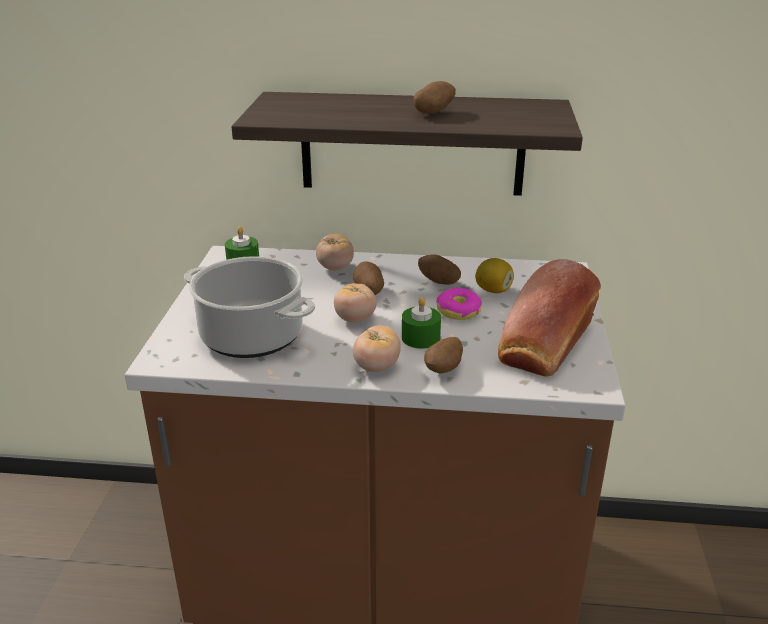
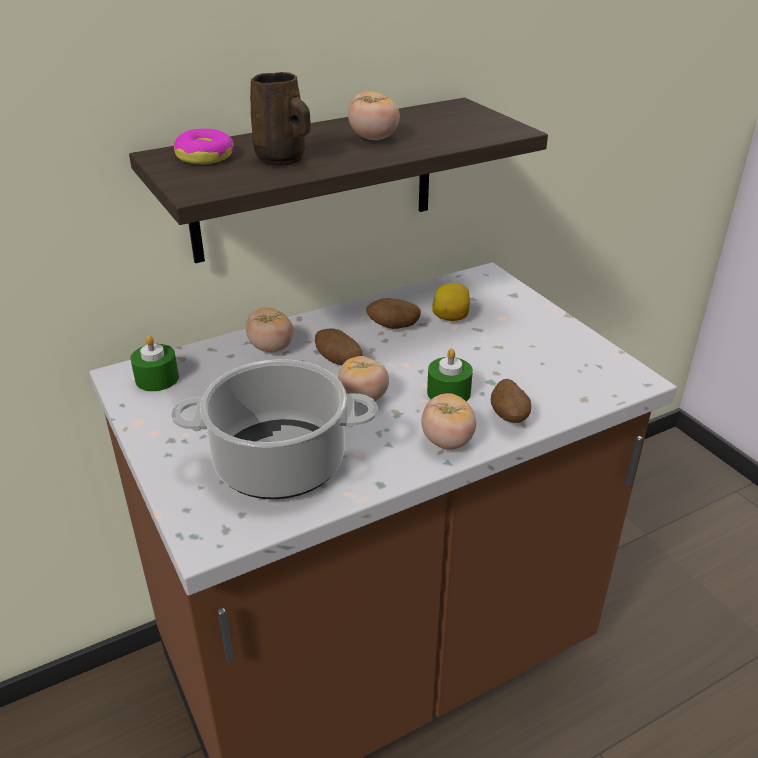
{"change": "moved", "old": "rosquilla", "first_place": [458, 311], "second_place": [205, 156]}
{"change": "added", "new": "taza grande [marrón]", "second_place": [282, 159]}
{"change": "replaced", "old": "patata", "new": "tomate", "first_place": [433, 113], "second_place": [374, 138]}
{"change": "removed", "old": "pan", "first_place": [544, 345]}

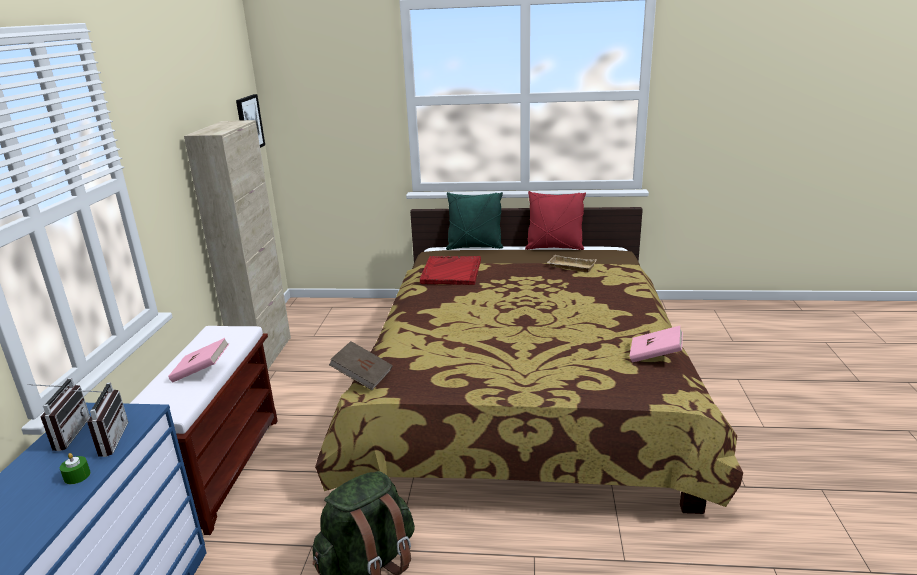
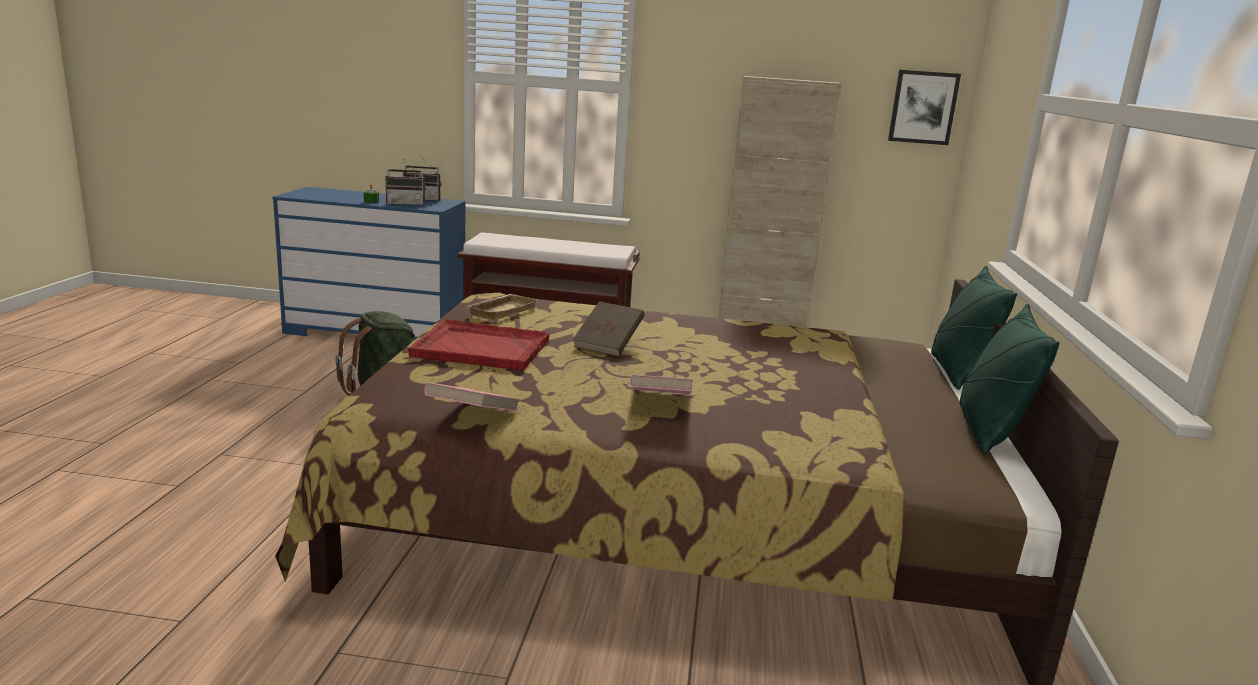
{"change": "moved", "old": "bandeja [rojo]", "first_place": [451, 272], "second_place": [480, 347]}
{"change": "moved", "old": "bandeja [beis]", "first_place": [570, 267], "second_place": [501, 311]}
{"change": "moved", "old": "libro [marrón]", "first_place": [362, 376], "second_place": [608, 344]}
{"change": "moved", "old": "libro [rosa]", "first_place": [202, 372], "second_place": [659, 403]}
{"change": "recoloured", "old": "cojín [rojo]", "new": "cojín [verde]", "first_place": [554, 247], "second_place": [988, 432]}

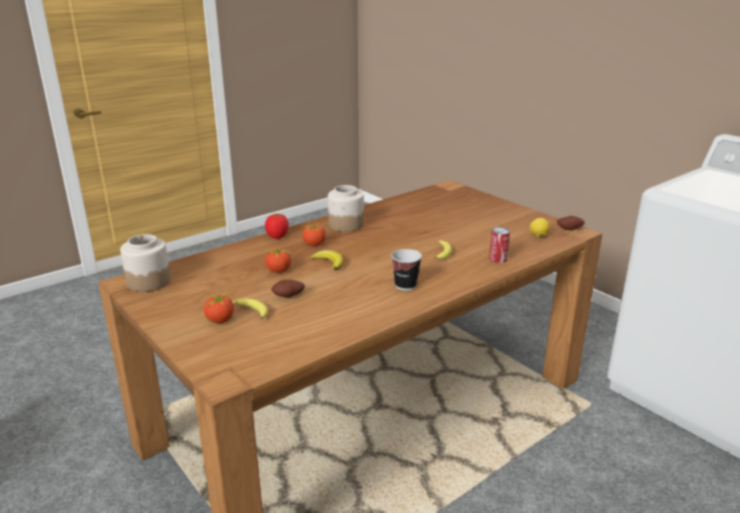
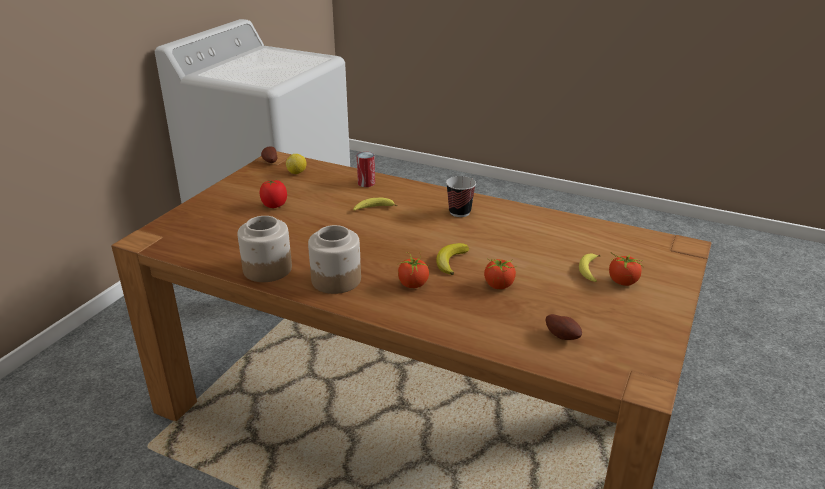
{"change": "moved", "old": "tarro", "first_place": [148, 281], "second_place": [267, 269]}
{"change": "moved", "old": "tomate", "first_place": [277, 236], "second_place": [274, 205]}
{"change": "moved", "old": "patata", "first_place": [288, 297], "second_place": [562, 335]}

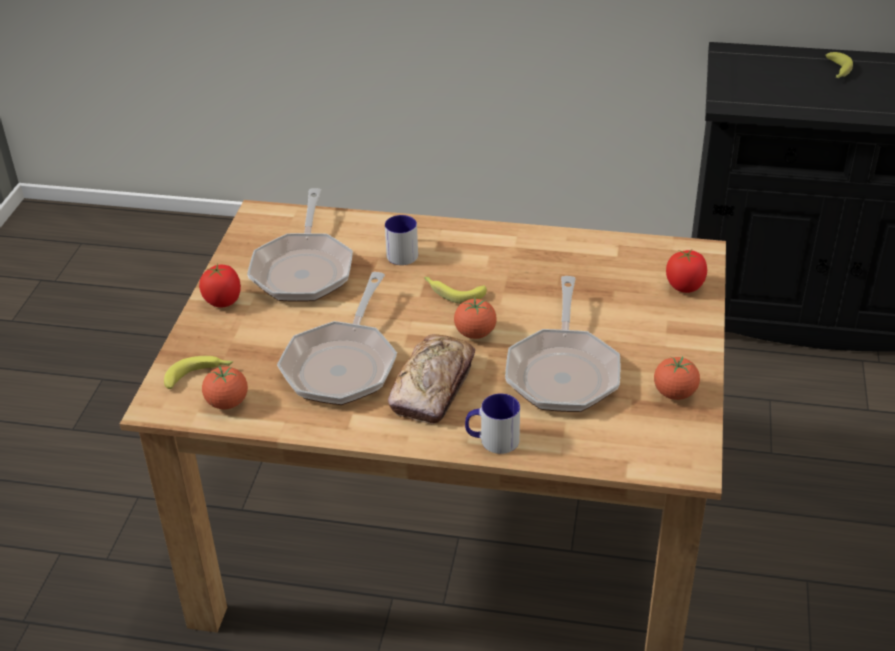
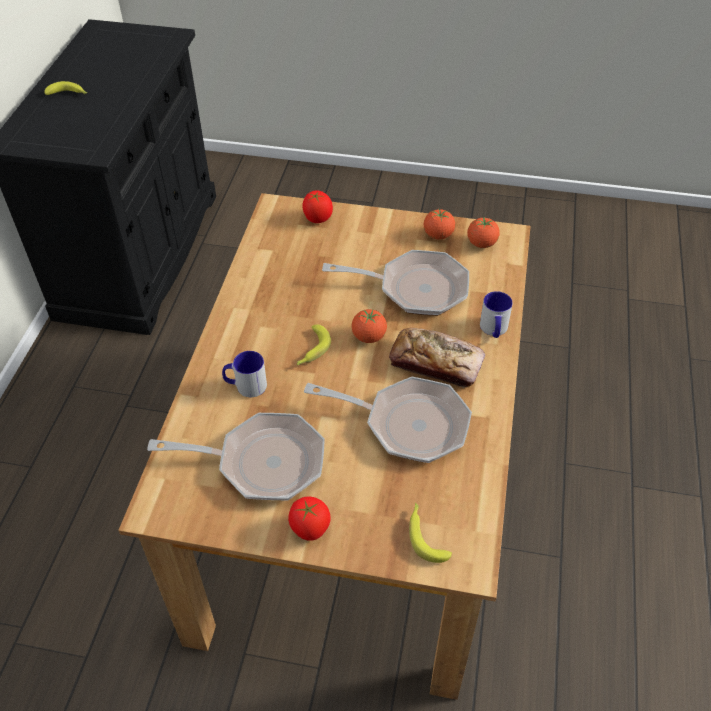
{"change": "moved", "old": "tomate", "first_place": [227, 403], "second_place": [481, 243]}

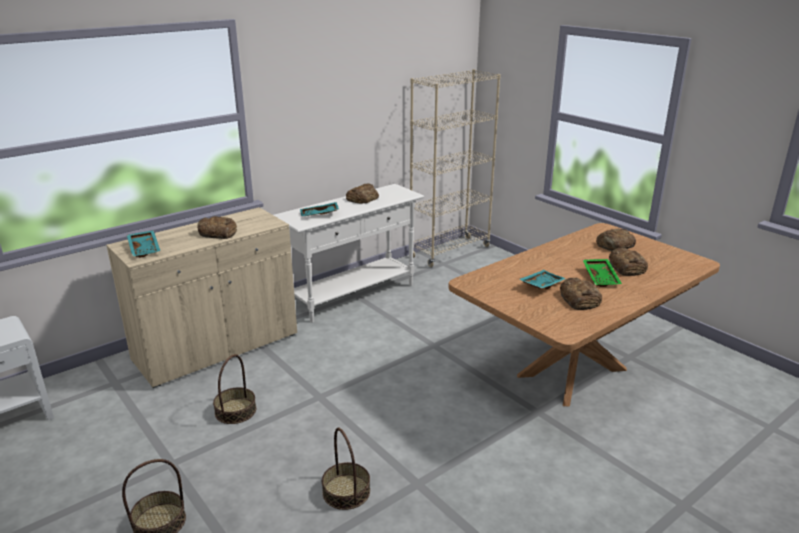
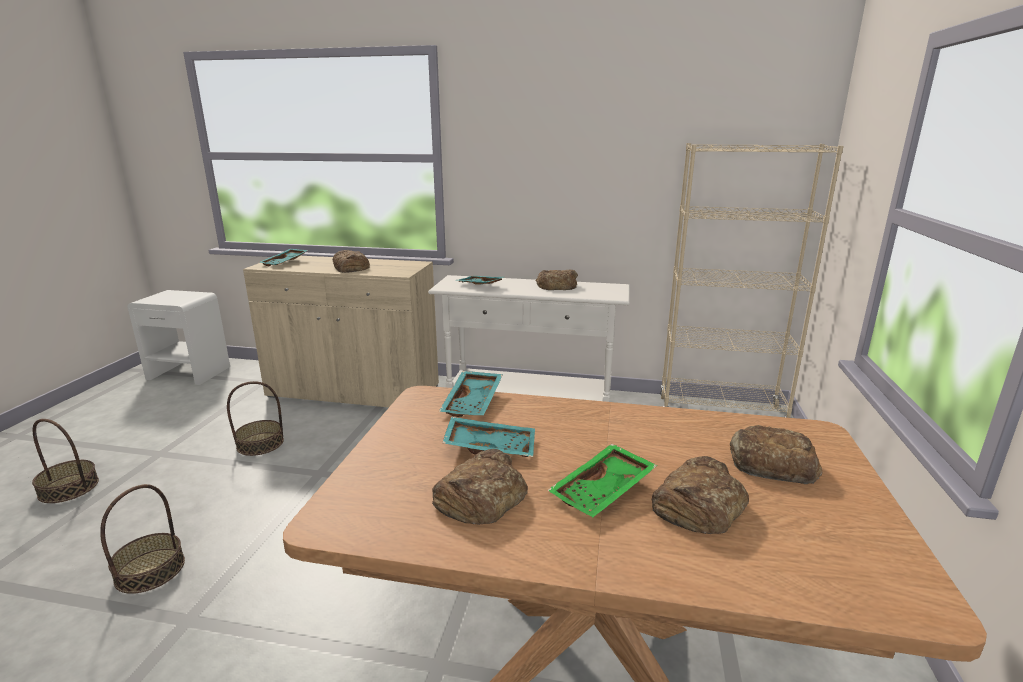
{"change": "added", "new": "bandeja [turquesa]", "second_place": [474, 402]}

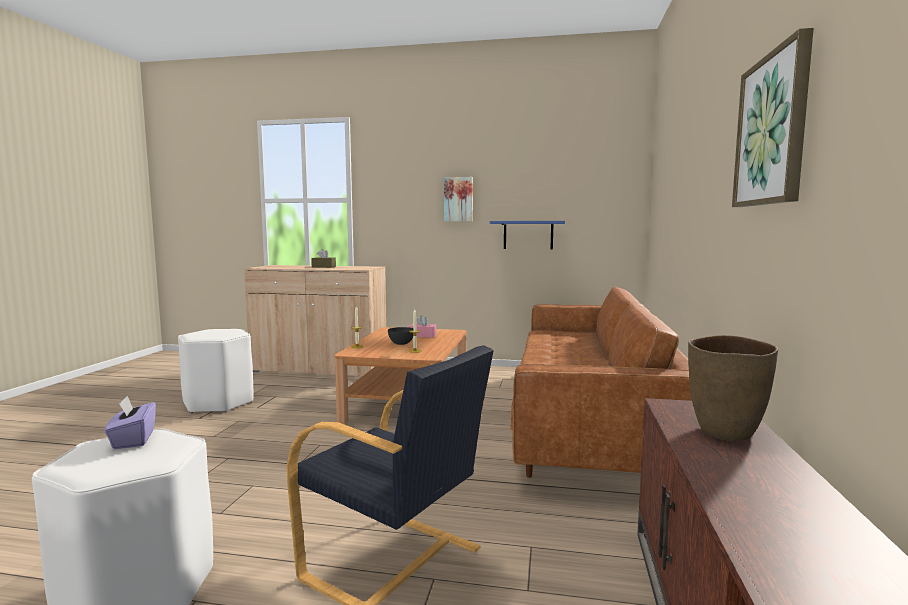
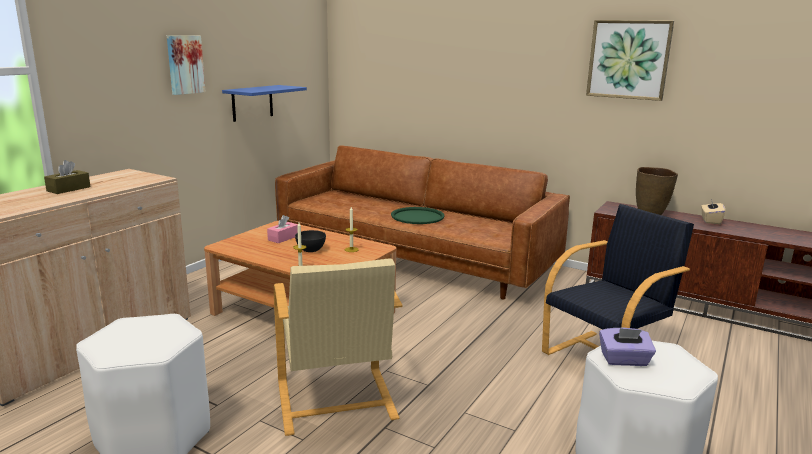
{"change": "added", "new": "sillón [beis]", "second_place": [335, 401]}
{"change": "added", "new": "bandeja [verde]", "second_place": [417, 216]}
{"change": "added", "new": "caja de pañuelos [beis]", "second_place": [710, 220]}

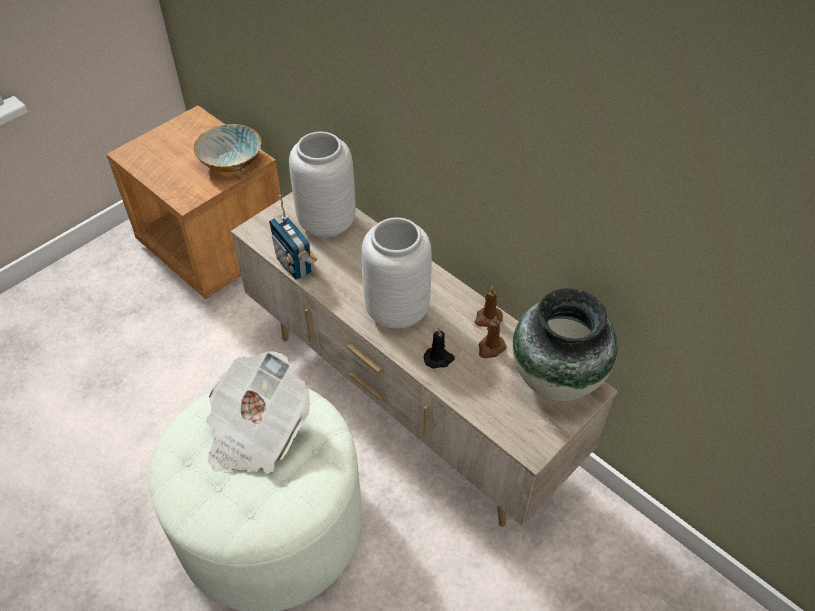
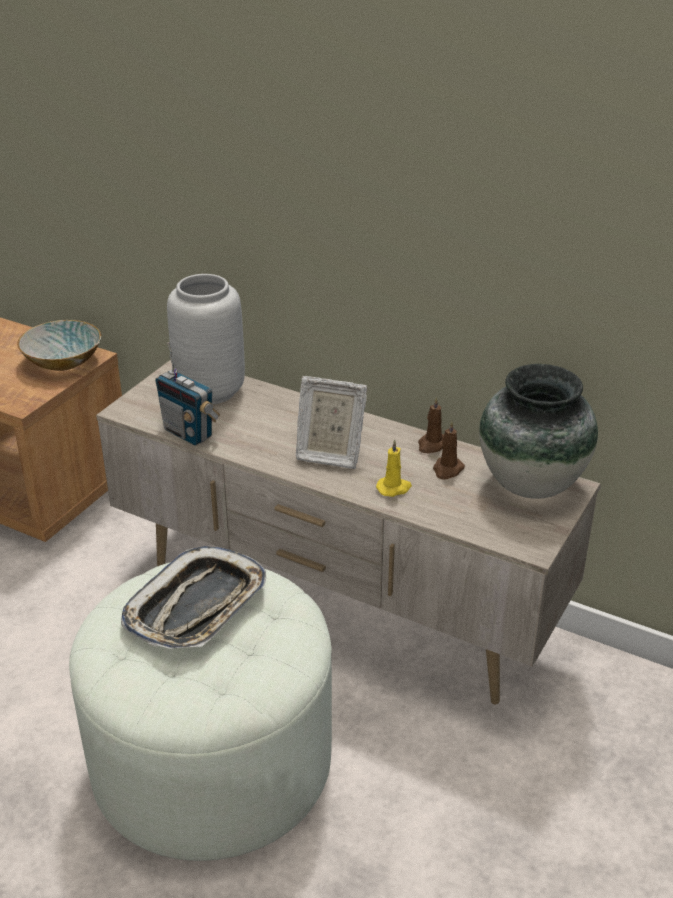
{"change": "replaced", "old": "periódico", "new": "bandeja", "first_place": [256, 431], "second_place": [197, 607]}
{"change": "replaced", "old": "florero [gris]", "new": "portarretratos", "first_place": [398, 310], "second_place": [329, 454]}
{"change": "recoloured", "old": "vela [negro]", "new": "vela [amarillo]", "first_place": [439, 359], "second_place": [394, 488]}

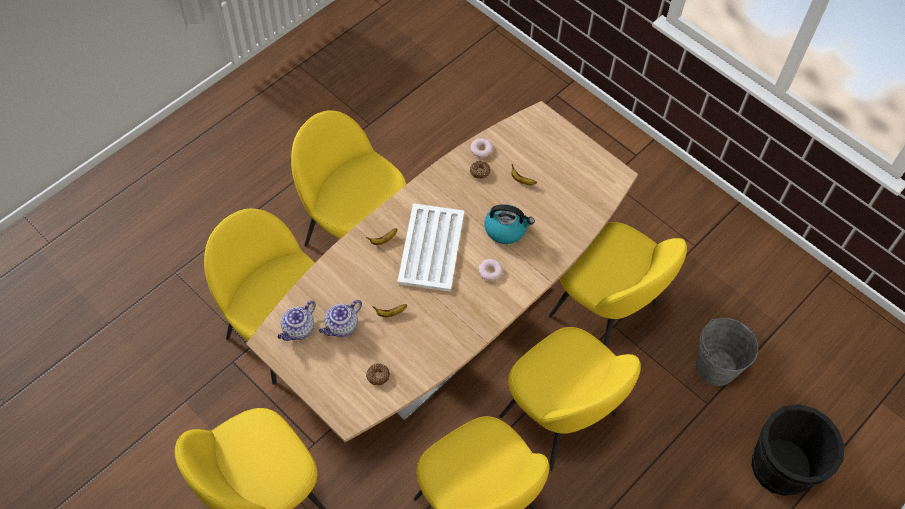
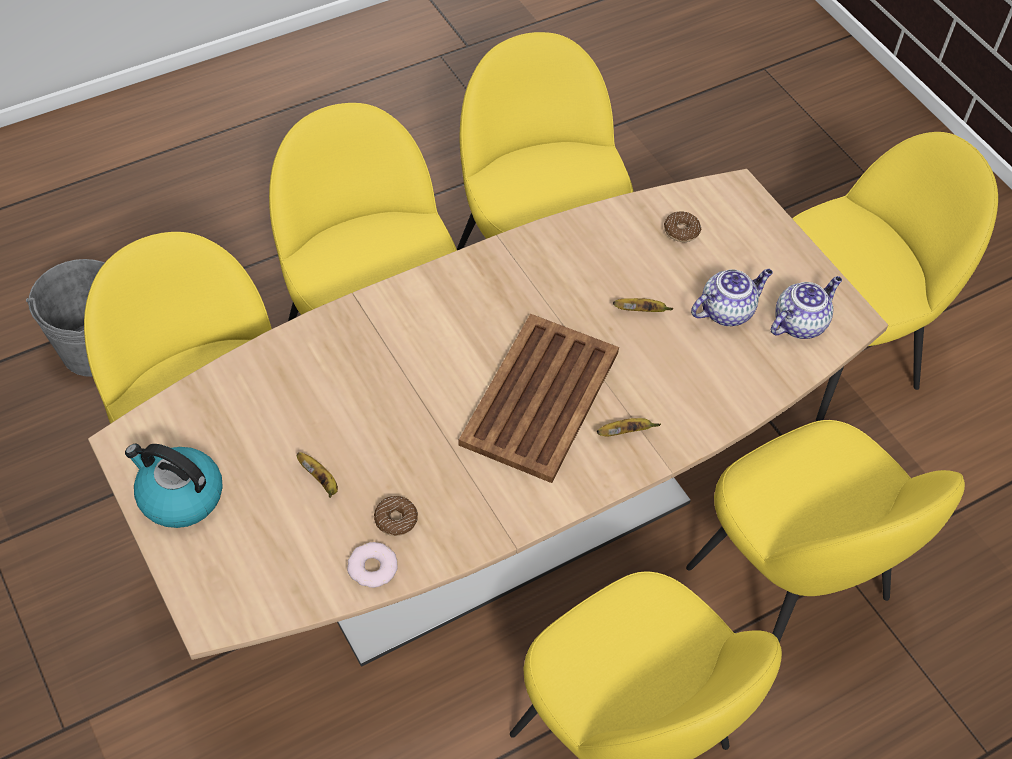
{"change": "moved", "old": "hervidor", "first_place": [506, 229], "second_place": [179, 496]}
{"change": "recoloured", "old": "bandeja [blanco]", "new": "bandeja [marrón]", "first_place": [431, 248], "second_place": [541, 396]}
{"change": "removed", "old": "rosquilla", "first_place": [490, 271]}
{"change": "removed", "old": "cubo [negro]", "first_place": [782, 467]}

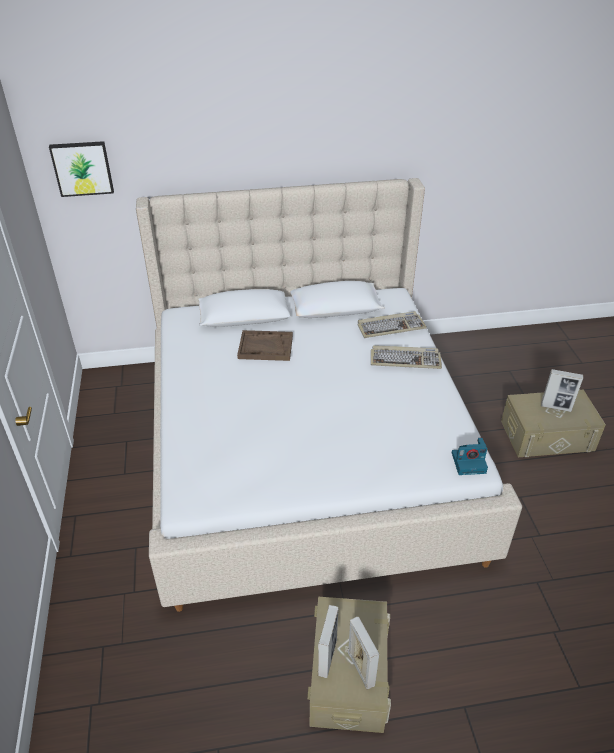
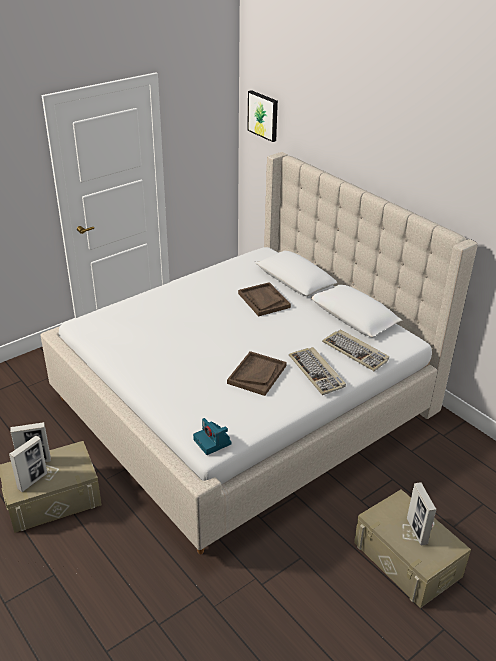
{"change": "added", "new": "bandeja [marrón]", "second_place": [257, 374]}

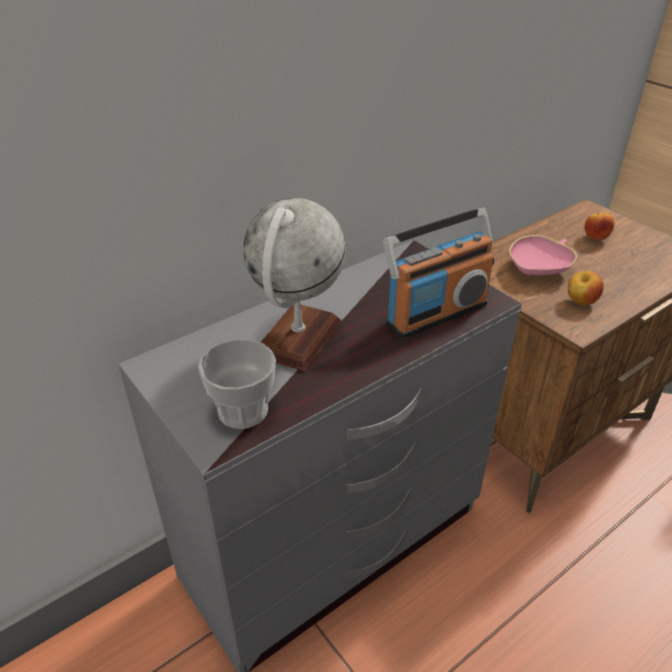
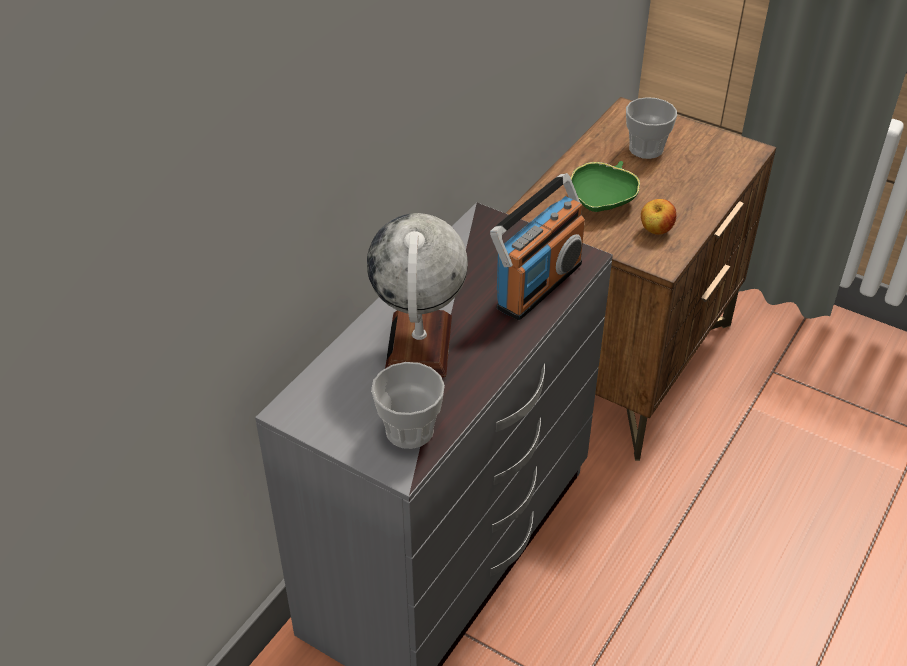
{"change": "recoloured", "old": "cuenco [rosa]", "new": "cuenco [verde]", "first_place": [539, 269], "second_place": [602, 200]}
{"change": "replaced", "old": "manzana", "new": "taza", "first_place": [595, 238], "second_place": [646, 149]}

